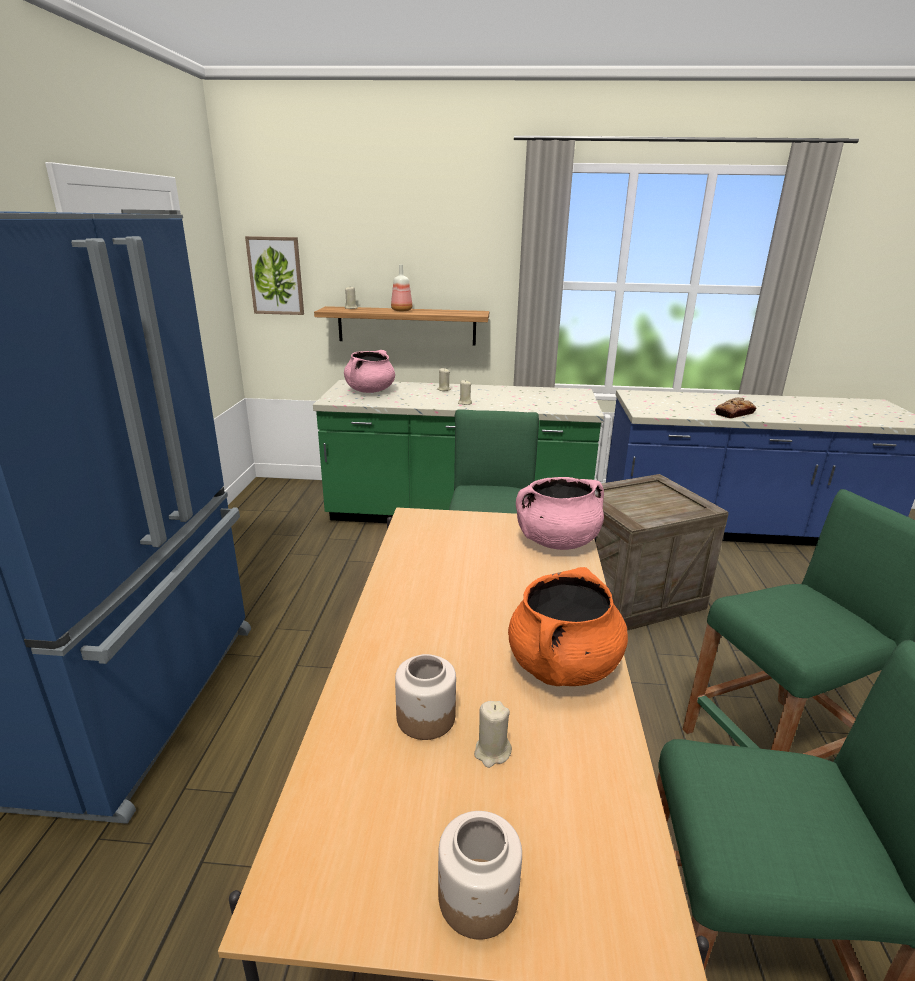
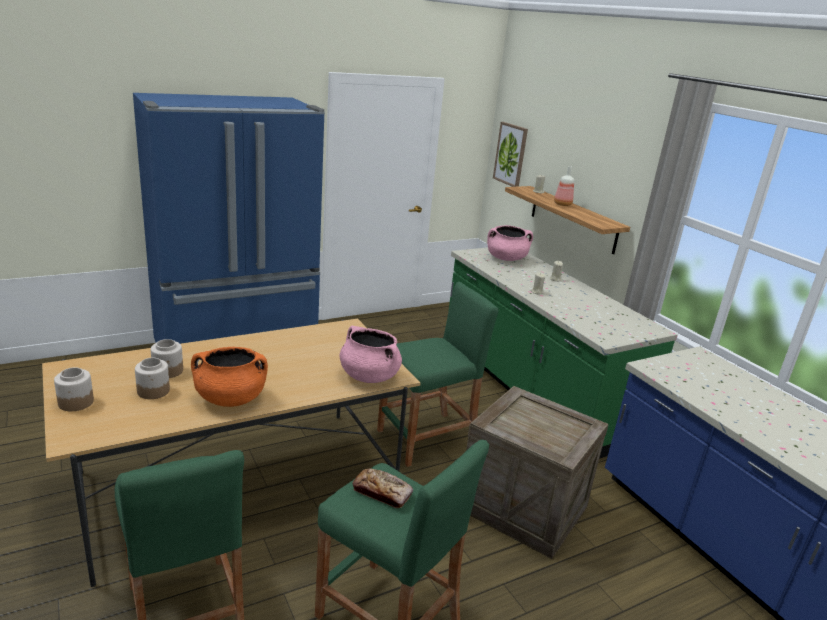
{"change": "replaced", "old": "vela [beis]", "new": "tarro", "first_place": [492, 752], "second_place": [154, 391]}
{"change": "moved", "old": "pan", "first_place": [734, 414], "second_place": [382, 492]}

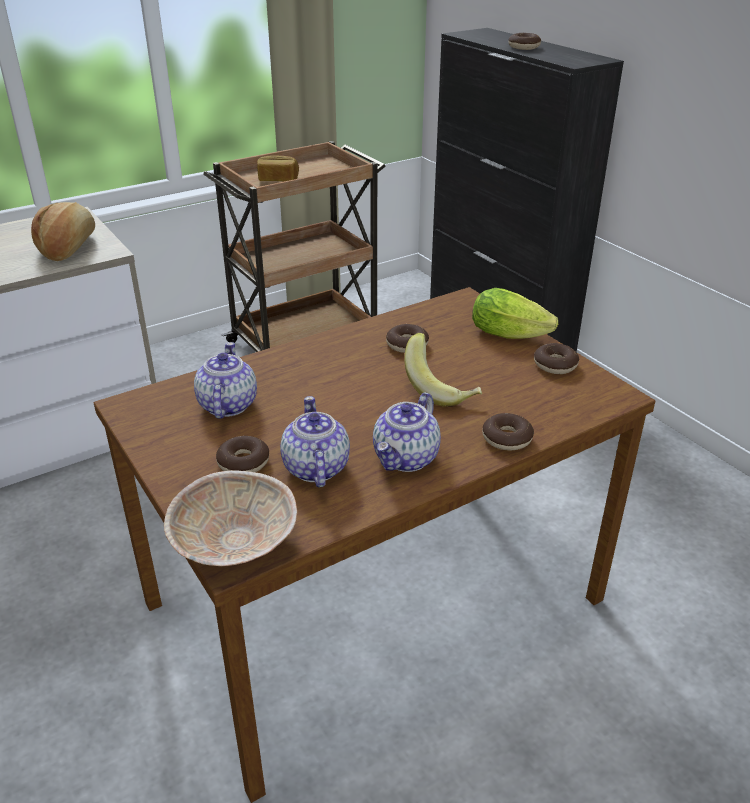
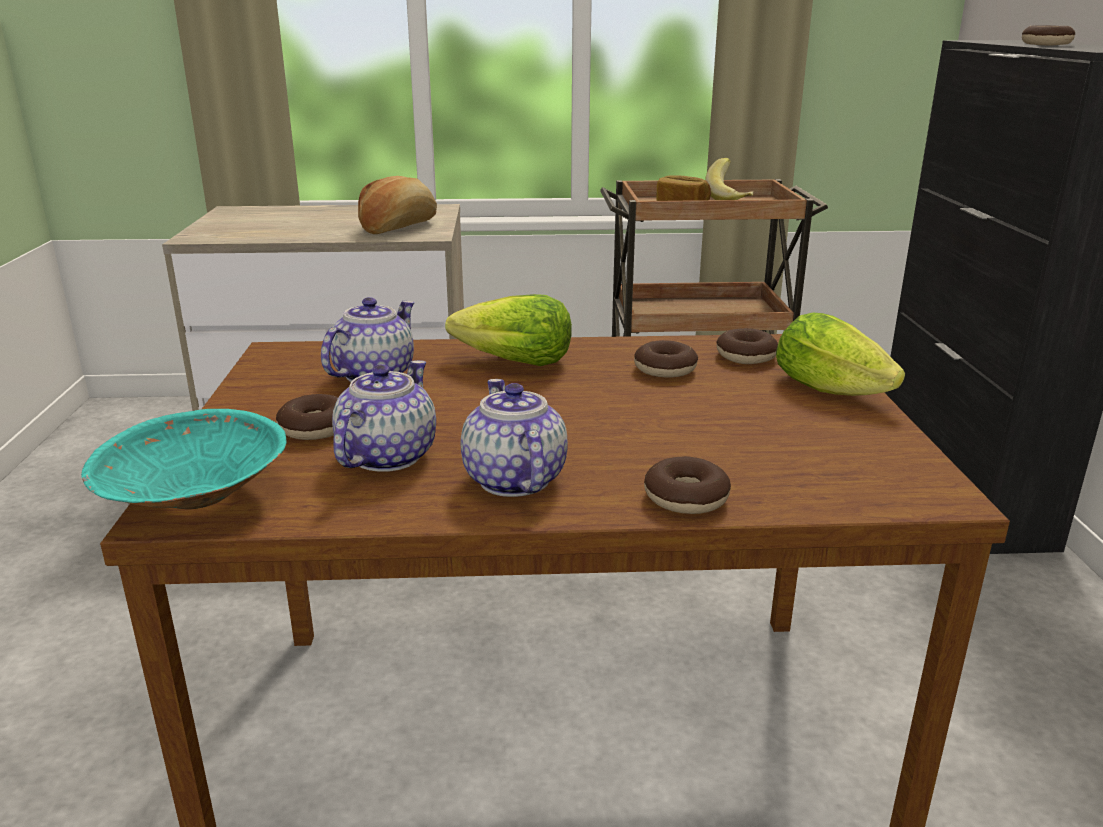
{"change": "recoloured", "old": "cuenco [beis]", "new": "cuenco [turquesa]", "first_place": [234, 543], "second_place": [194, 499]}
{"change": "added", "new": "lechuga", "second_place": [514, 363]}
{"change": "turned", "old": "tetera", "first_place": [406, 458], "second_place": [512, 479], "degrees": 105}
{"change": "moved", "old": "plátano", "first_place": [441, 389], "second_place": [731, 199]}
{"change": "moved", "old": "rosquilla", "first_place": [555, 365], "second_place": [746, 356]}

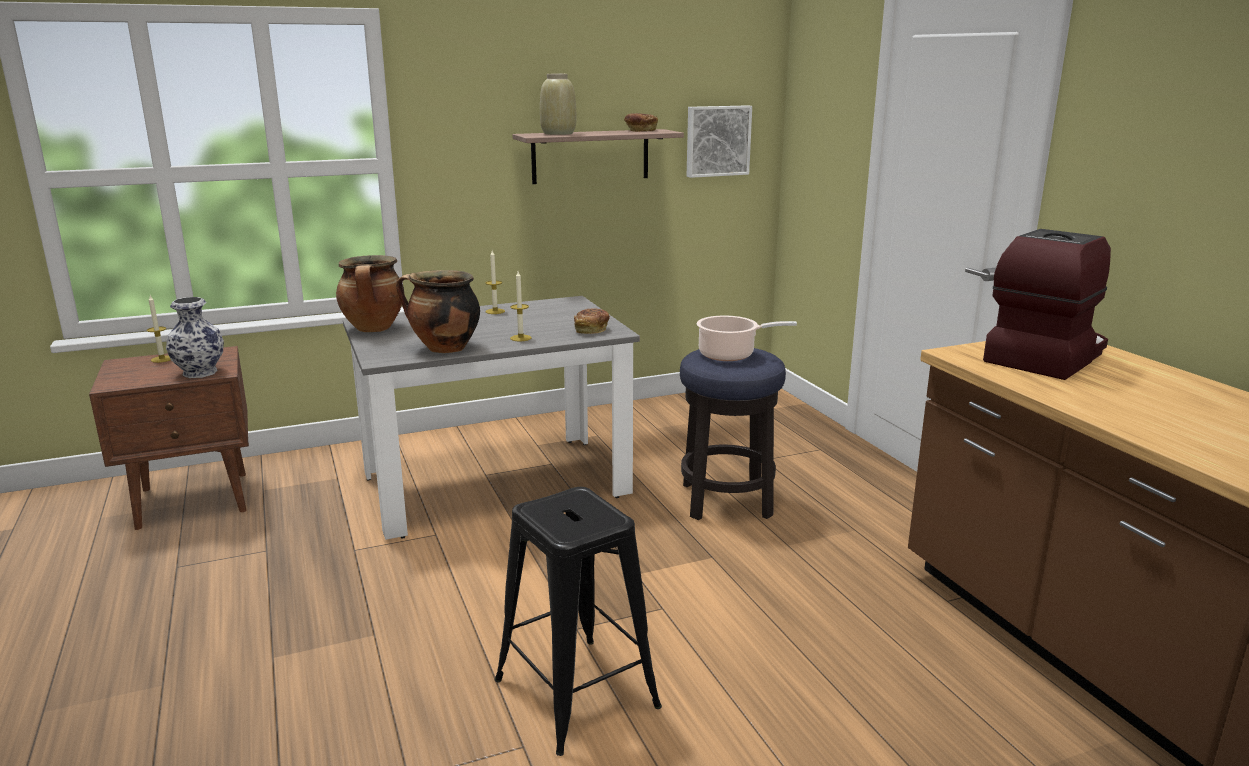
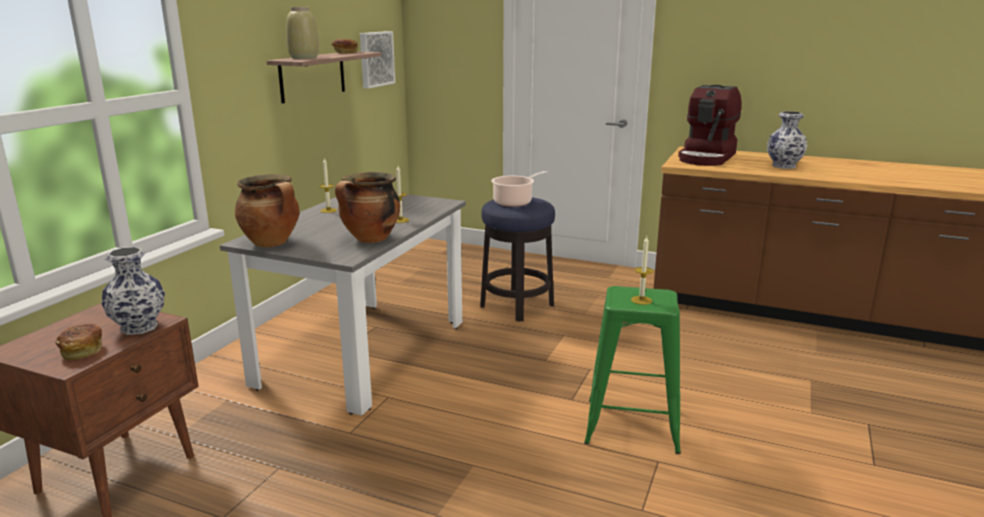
{"change": "moved", "old": "pan", "first_place": [591, 330], "second_place": [82, 351]}
{"change": "recoloured", "old": "taburete [negro]", "new": "taburete [verde]", "first_place": [575, 692], "second_place": [630, 425]}
{"change": "moved", "old": "vela", "first_place": [162, 359], "second_place": [641, 300]}
{"change": "turned", "old": "cafetera", "first_place": [1044, 356], "second_place": [707, 157], "degrees": -150}
{"change": "added", "new": "florero", "second_place": [783, 166]}

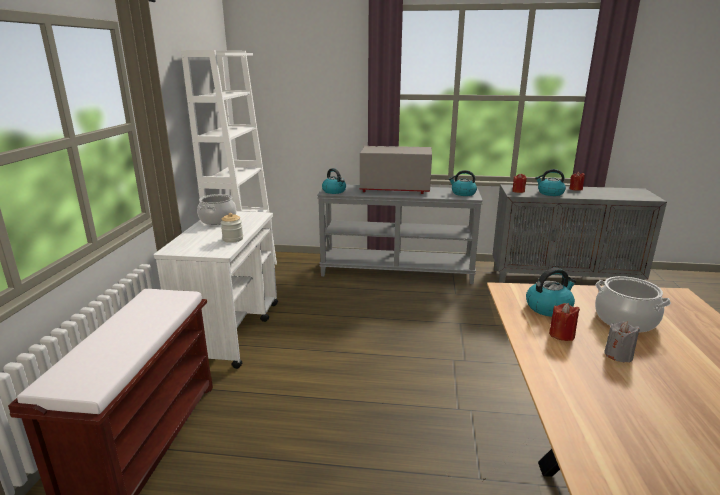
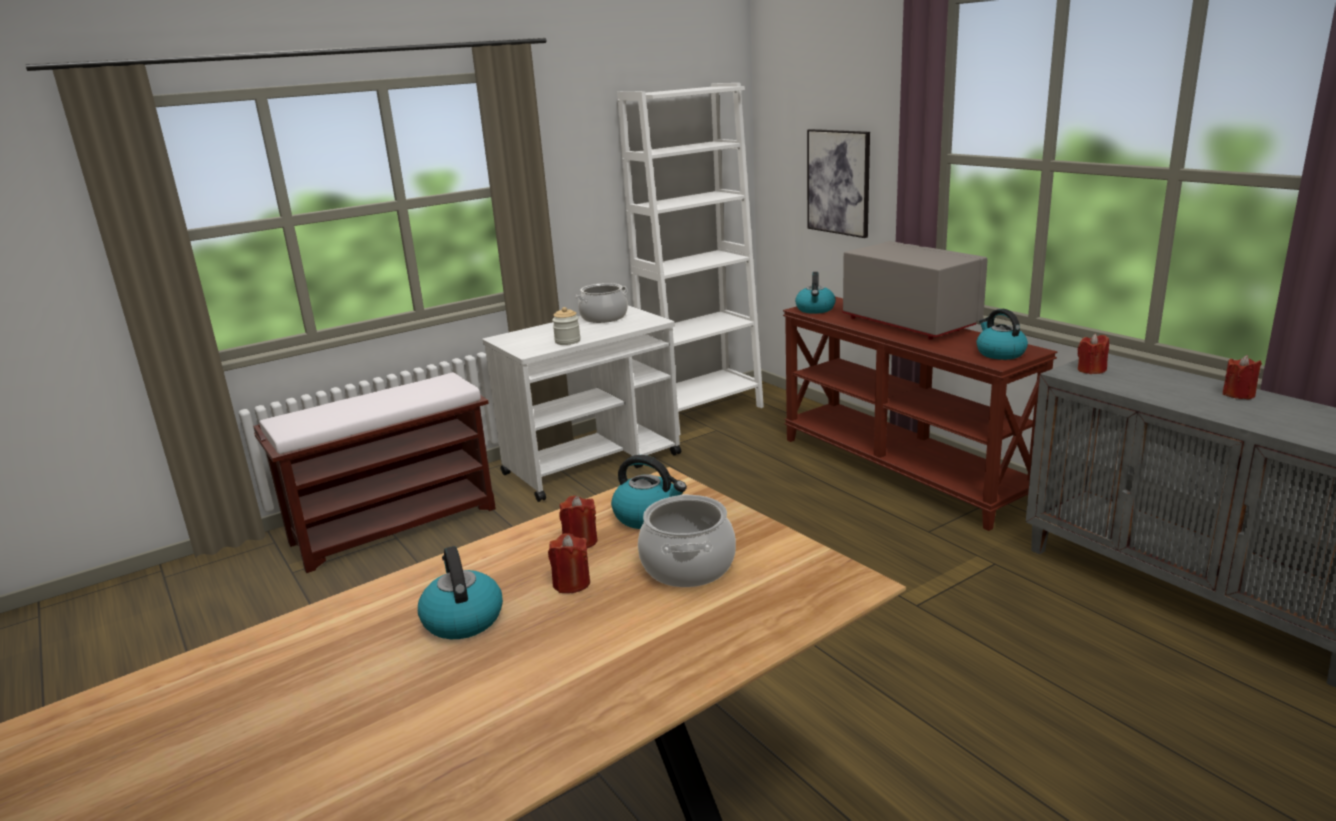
{"change": "moved", "old": "hervidor", "first_place": [550, 193], "second_place": [462, 619]}
{"change": "recoloured", "old": "vela [gris]", "new": "vela [rojo]", "first_place": [618, 355], "second_place": [571, 583]}
{"change": "recoloured", "old": "mesa consola [gris]", "new": "mesa consola [marrón]", "first_place": [397, 271], "second_place": [902, 469]}
{"change": "added", "new": "cuadro", "second_place": [838, 182]}

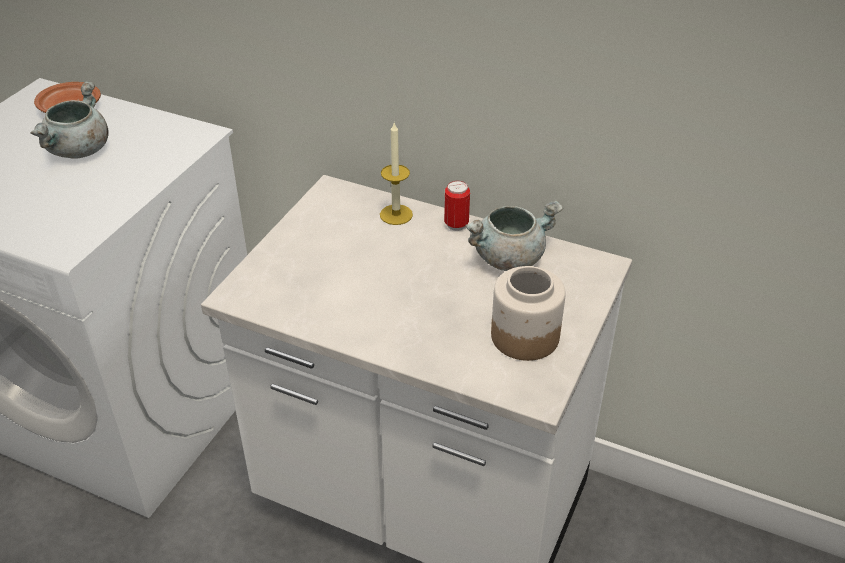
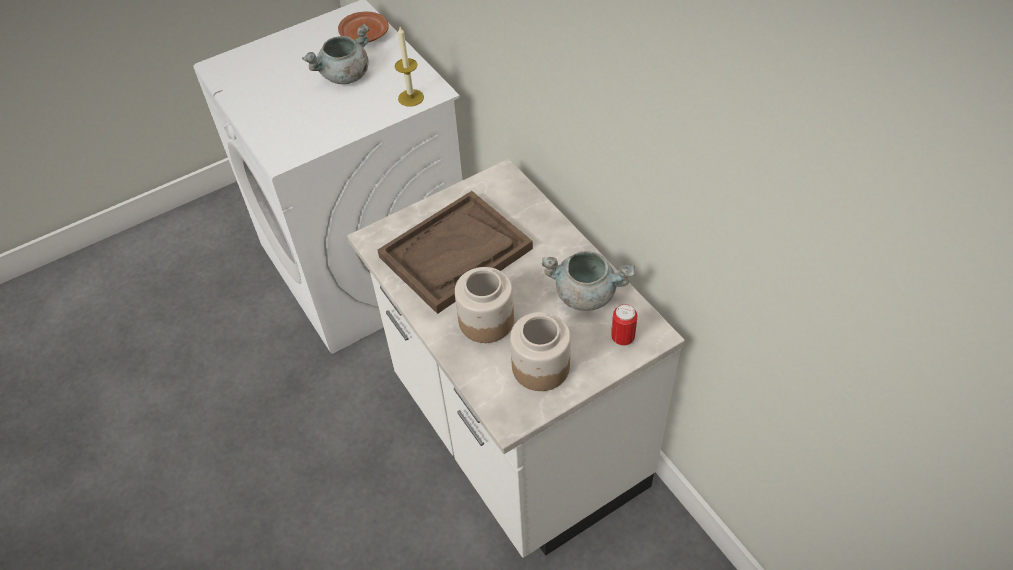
{"change": "added", "new": "bandeja [marrón]", "second_place": [455, 253]}
{"change": "moved", "old": "vela", "first_place": [396, 214], "second_place": [411, 98]}
{"change": "added", "new": "tarro", "second_place": [485, 321]}
{"change": "moved", "old": "lata", "first_place": [456, 224], "second_place": [622, 338]}

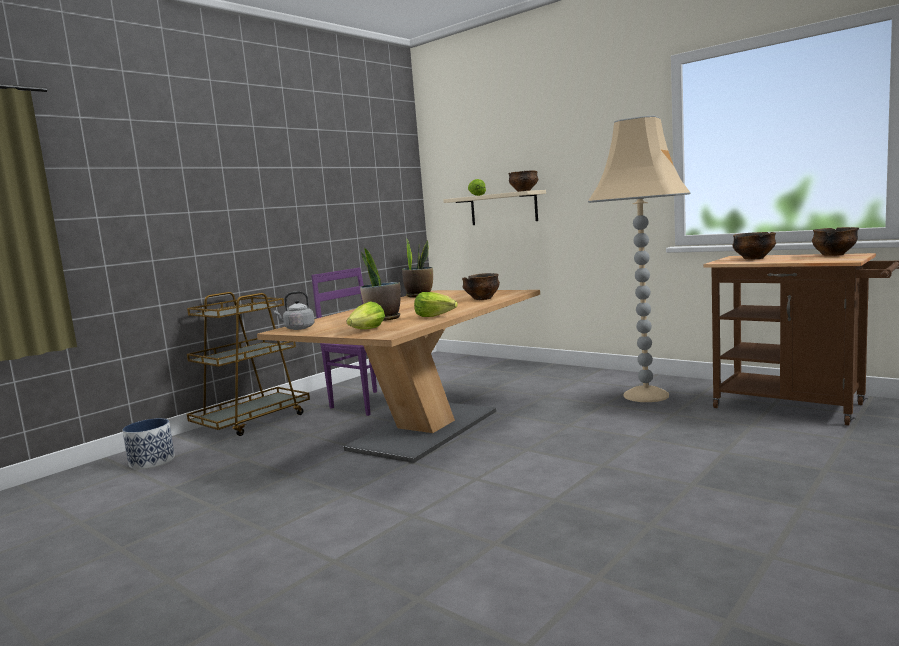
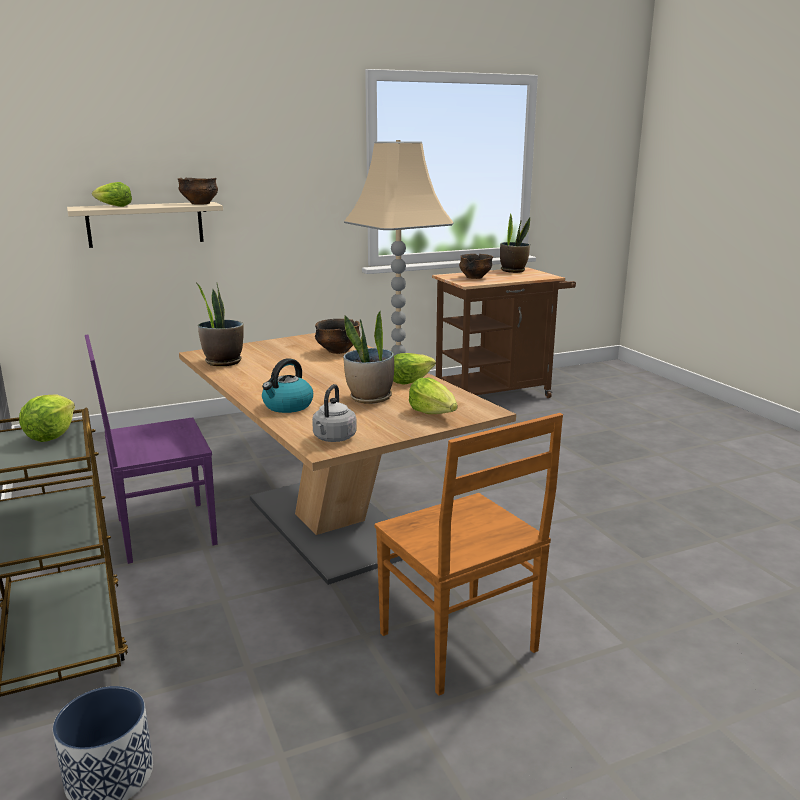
{"change": "added", "new": "lechuga", "second_place": [52, 435]}
{"change": "added", "new": "hervidor", "second_place": [287, 406]}
{"change": "added", "new": "silla [marrón]", "second_place": [460, 645]}
{"change": "replaced", "old": "cuenco", "new": "planta en maceta", "first_place": [833, 255], "second_place": [513, 270]}

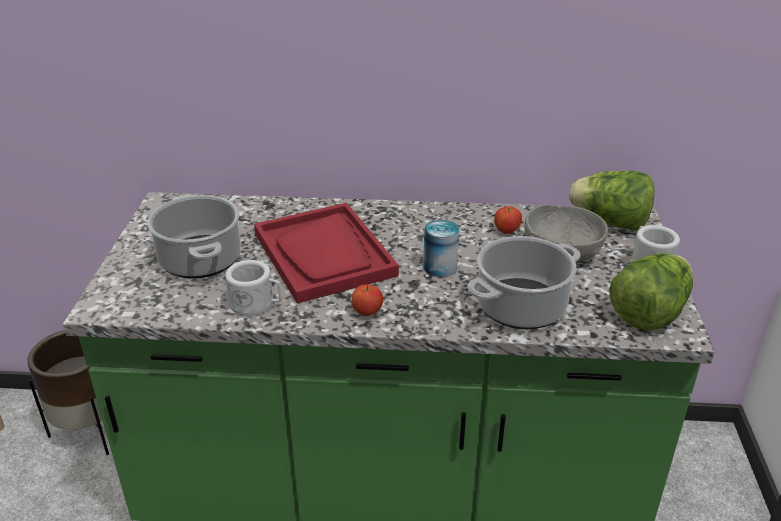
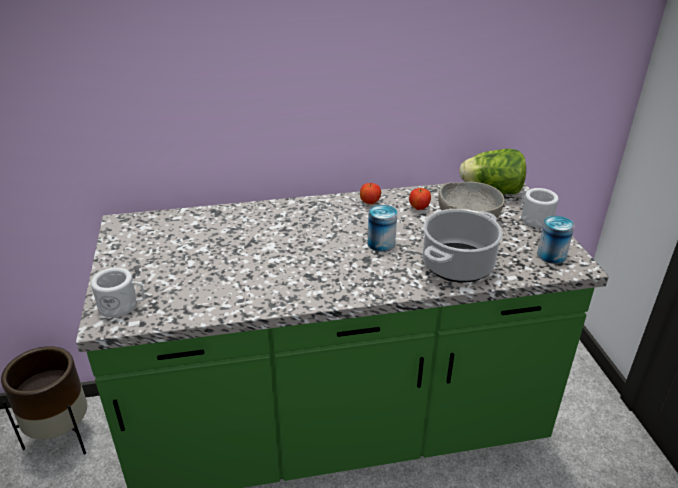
{"change": "moved", "old": "taza grande [blanco]", "first_place": [257, 305], "second_place": [123, 306]}
{"change": "moved", "old": "manzana", "first_place": [367, 312], "second_place": [369, 202]}
{"change": "replaced", "old": "lechuga", "new": "lata", "first_place": [649, 313], "second_place": [551, 255]}
{"change": "removed", "old": "olla", "first_place": [199, 259]}
{"change": "removed", "old": "bandeja [rojo]", "first_place": [324, 254]}

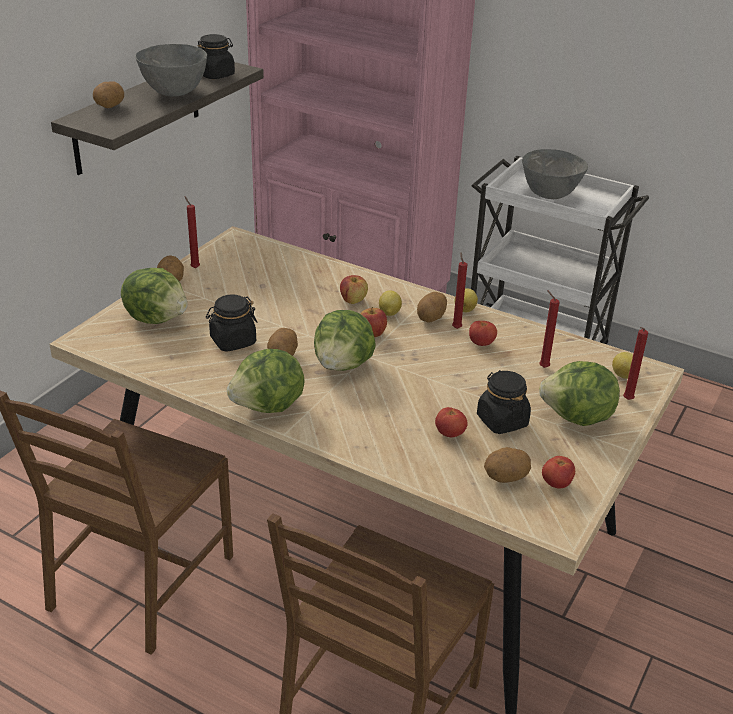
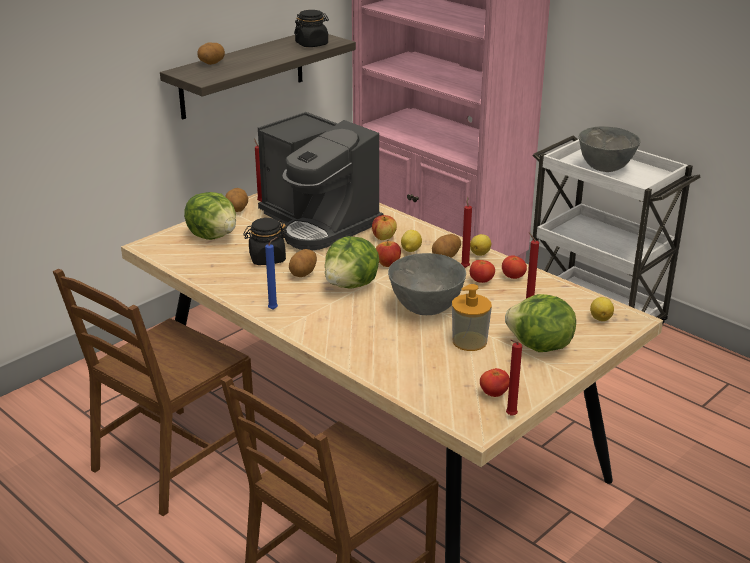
{"change": "added", "new": "cafetera", "second_place": [319, 222]}
{"change": "replaced", "old": "lechuga", "new": "vela [azul]", "first_place": [269, 407], "second_place": [274, 309]}
{"change": "moved", "old": "cuenco [gris]", "first_place": [175, 93], "second_place": [426, 308]}
{"change": "replaced", "old": "tarro [negro]", "new": "dispensador de jabón", "first_place": [502, 421], "second_place": [469, 341]}
{"change": "moved", "old": "tomate", "first_place": [450, 434], "second_place": [513, 277]}
{"change": "moved", "old": "vela [rojo]", "first_place": [626, 400], "second_place": [509, 416]}
{"change": "removed", "old": "patata", "first_place": [505, 478]}

